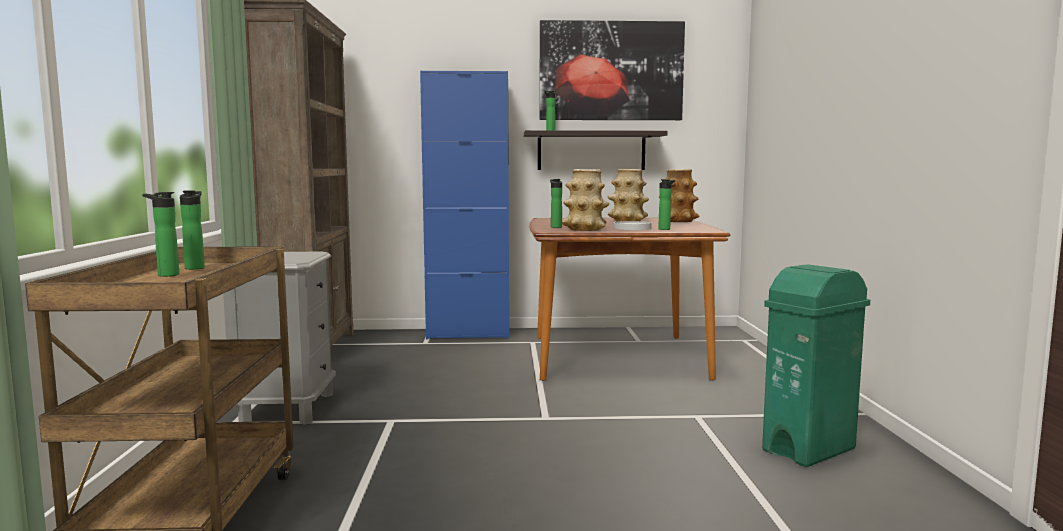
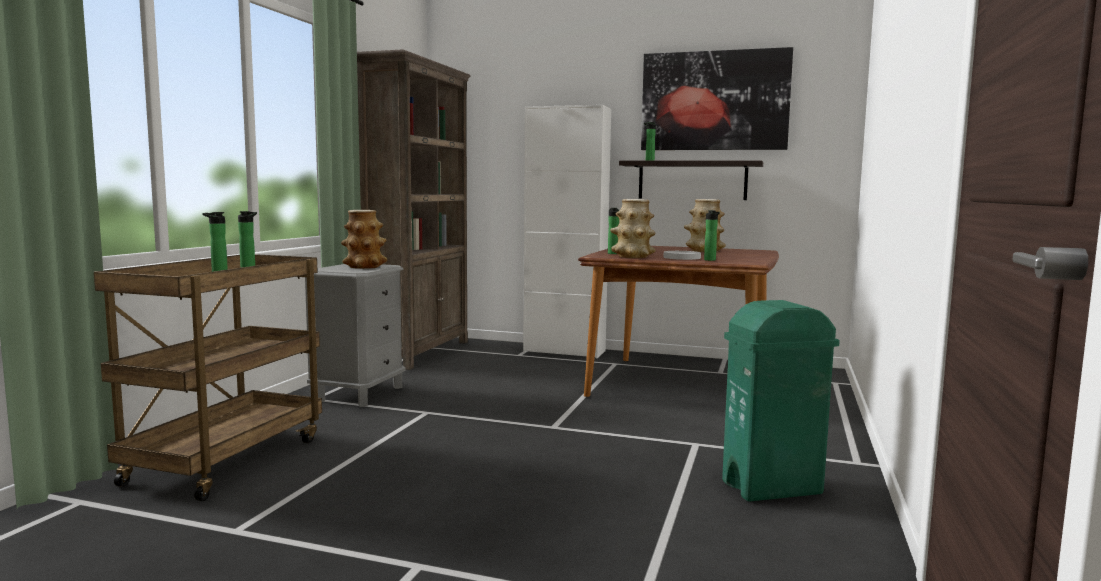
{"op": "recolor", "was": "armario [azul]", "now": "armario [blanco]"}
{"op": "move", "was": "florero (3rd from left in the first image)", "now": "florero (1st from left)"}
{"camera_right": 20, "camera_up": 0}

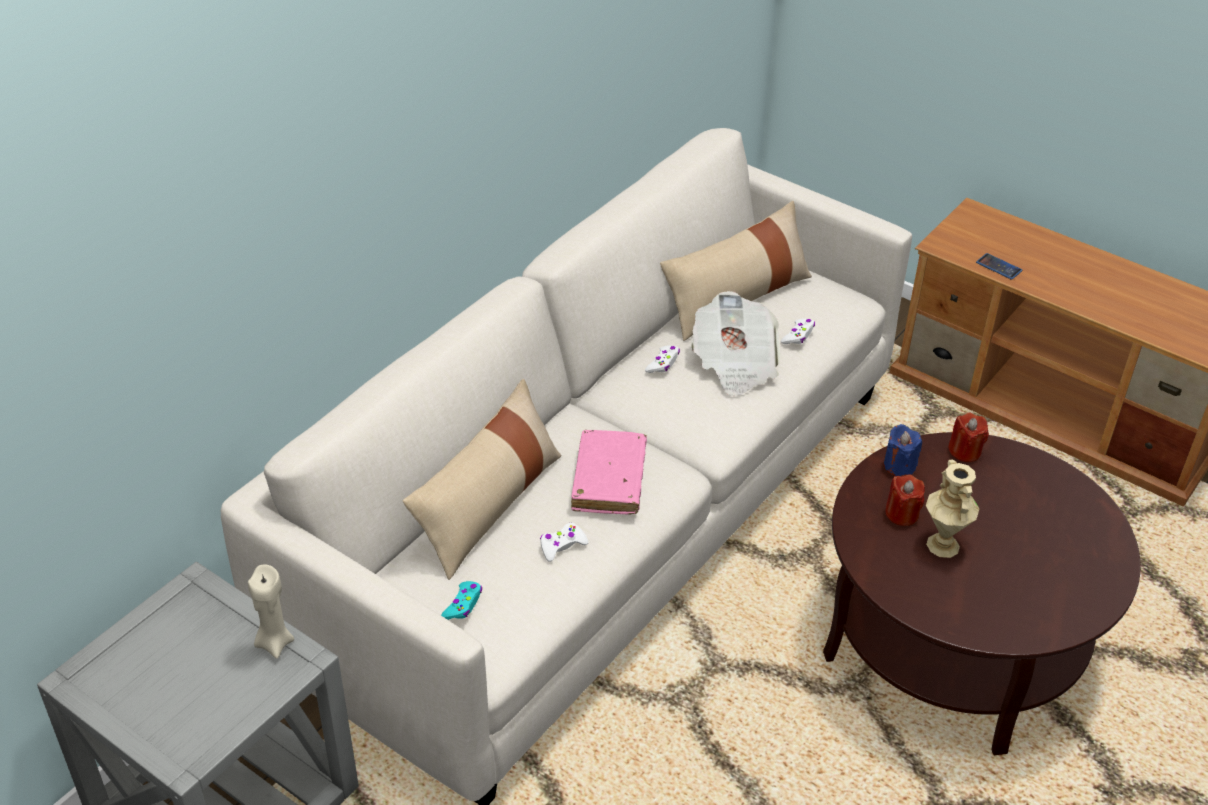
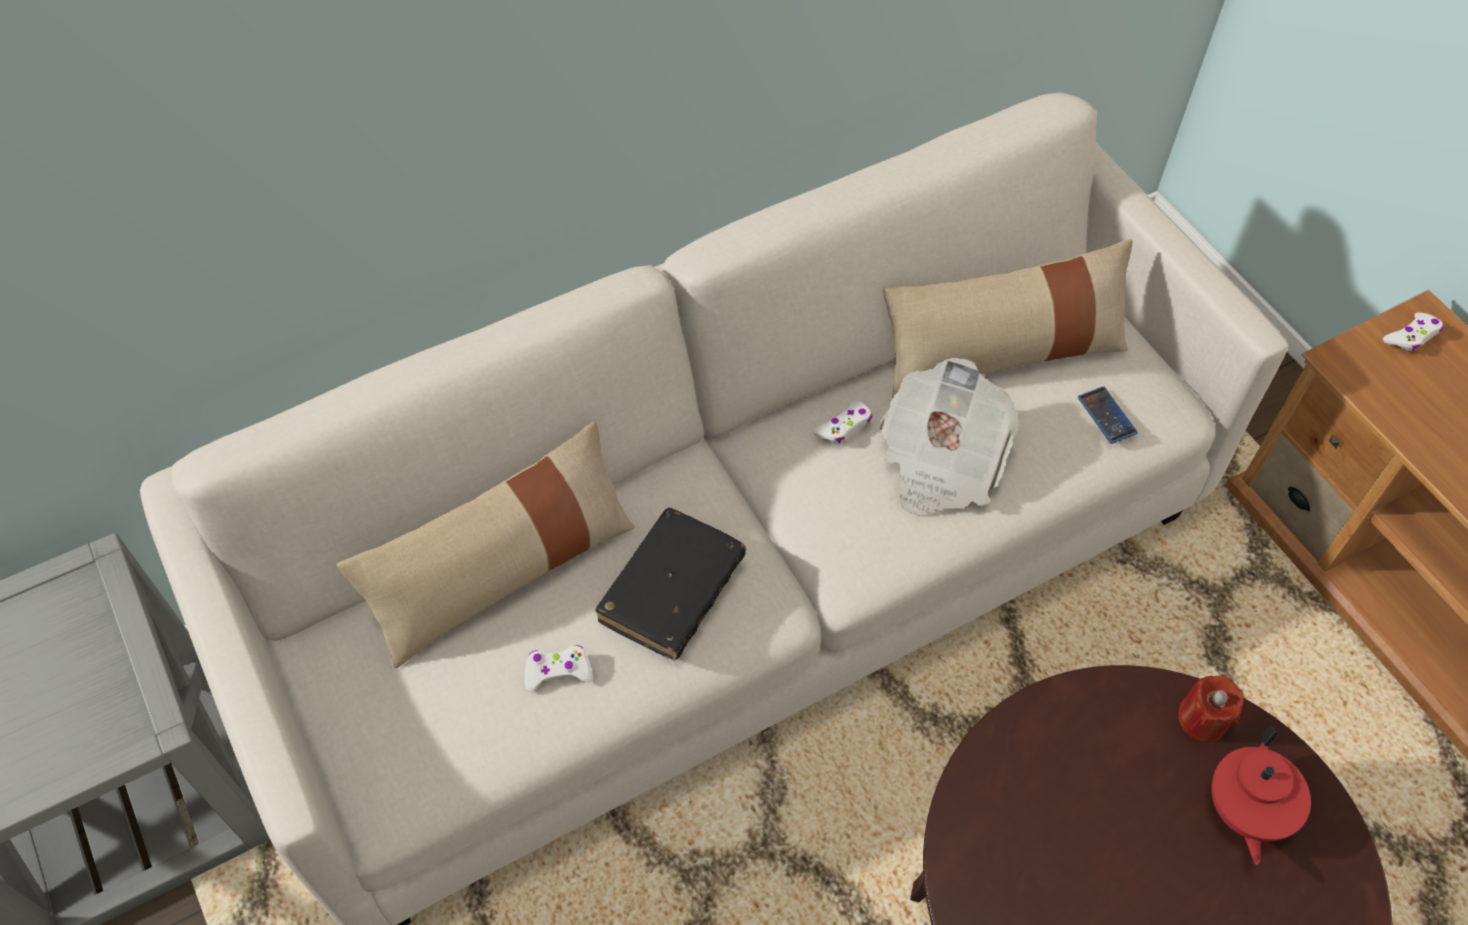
{"op": "delete", "was": "vela [beis]"}
{"op": "delete", "was": "mando de consola [turquesa]"}
{"op": "recolor", "was": "libro [rosa]", "now": "libro [negro]"}
{"op": "move", "was": "mando de consola [blanco] (3rd from left)"}
{"op": "delete", "was": "vela [azul]"}
{"op": "delete", "was": "vela [rojo] (1st from left)"}
{"op": "delete", "was": "florero [beis]"}
{"op": "move", "was": "móvil"}
{"op": "insert", "now": "tetera [rojo]"}
{"camera_right": 25, "camera_up": 15}

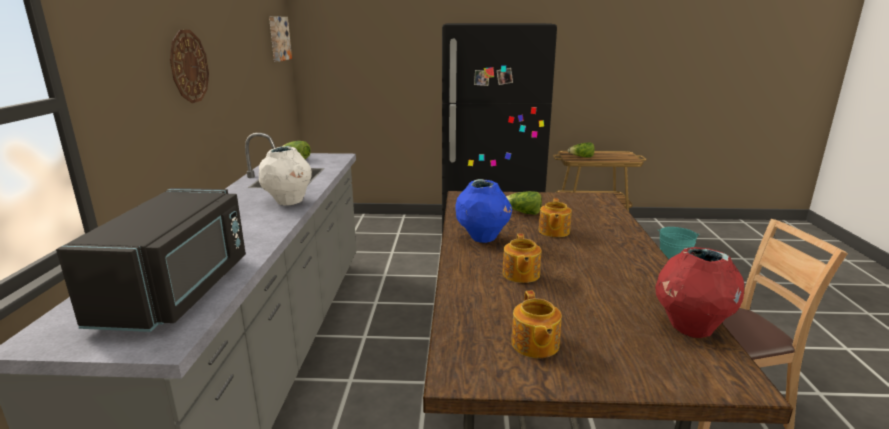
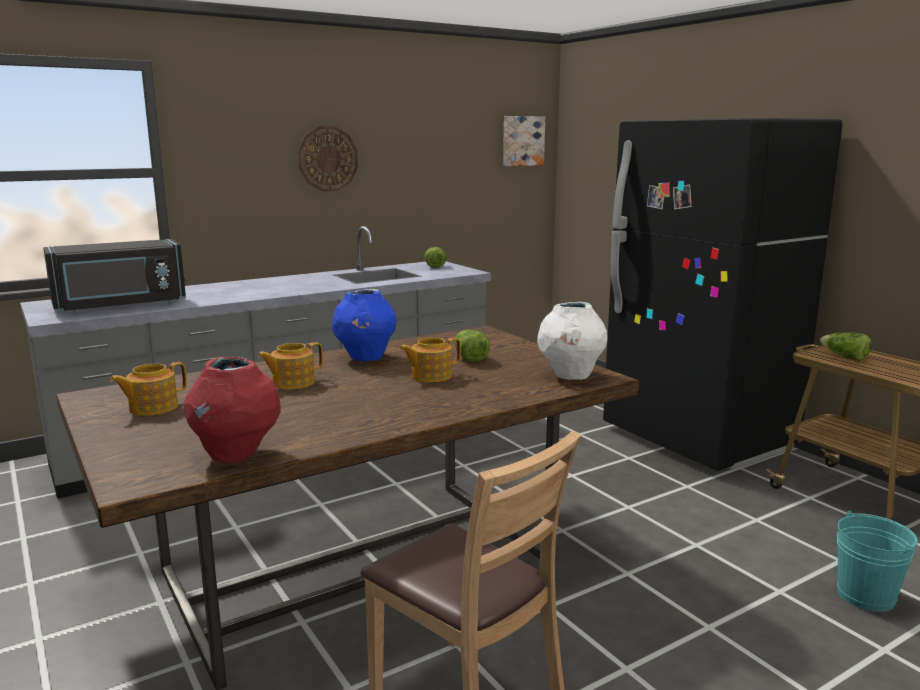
{"op": "move", "was": "florero [blanco]"}
{"camera_right": 55, "camera_up": -5}

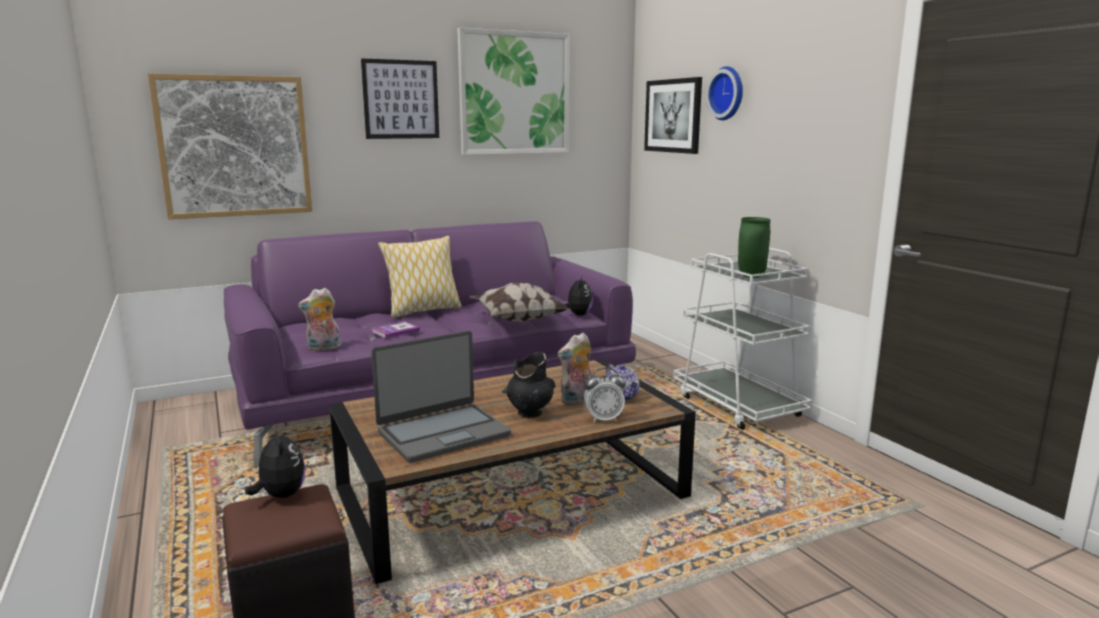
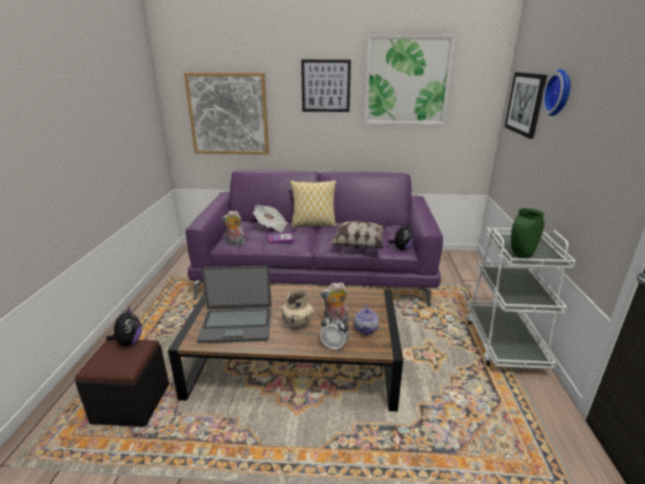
{"op": "recolor", "was": "florero [negro]", "now": "florero [beis]"}
{"op": "insert", "now": "periódico"}
{"camera_right": 30, "camera_up": 10}

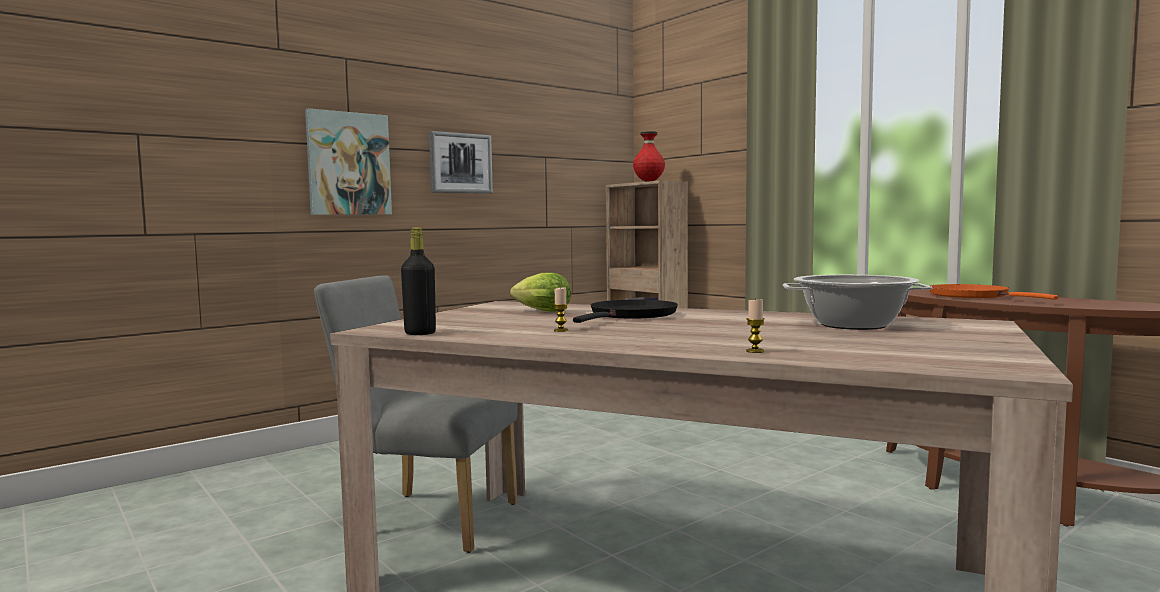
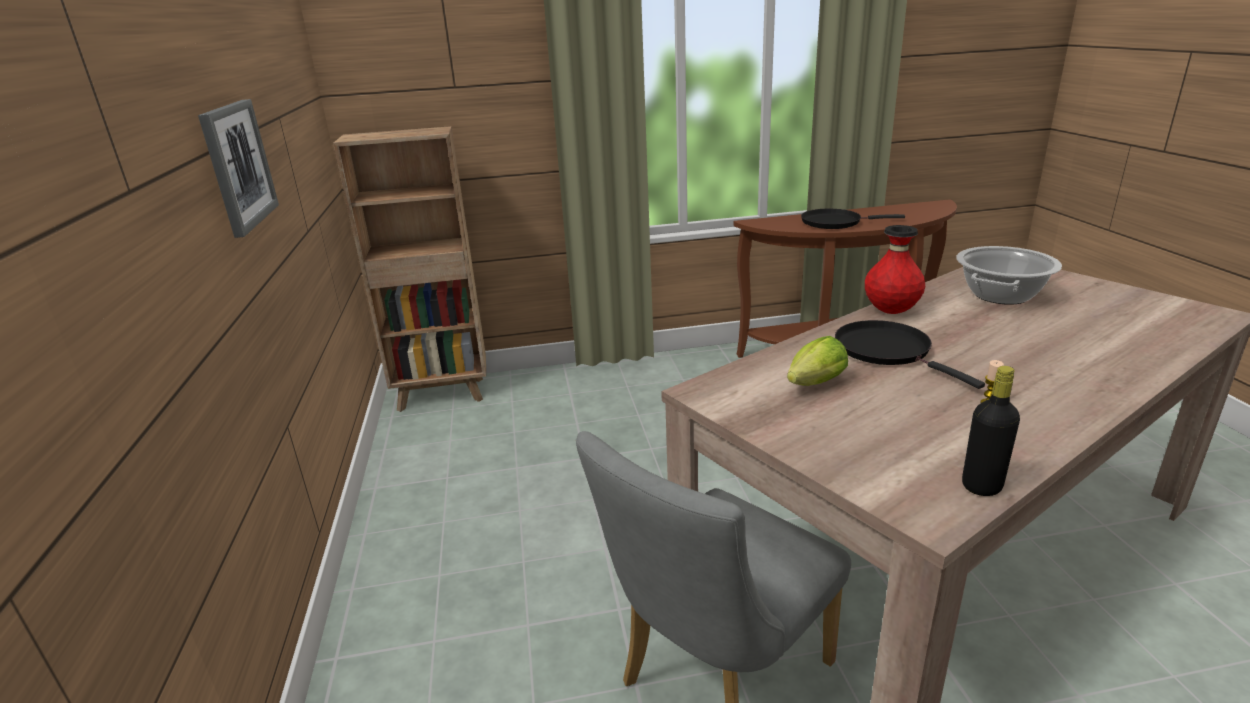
{"op": "delete", "was": "cuadro (1st from left)"}
{"op": "move", "was": "florero [rojo]"}
{"op": "delete", "was": "vela (2nd from left)"}
{"op": "recolor", "was": "sartén [naranja]", "now": "sartén [negro] (1st from left)"}
{"camera_right": -60, "camera_up": 20}

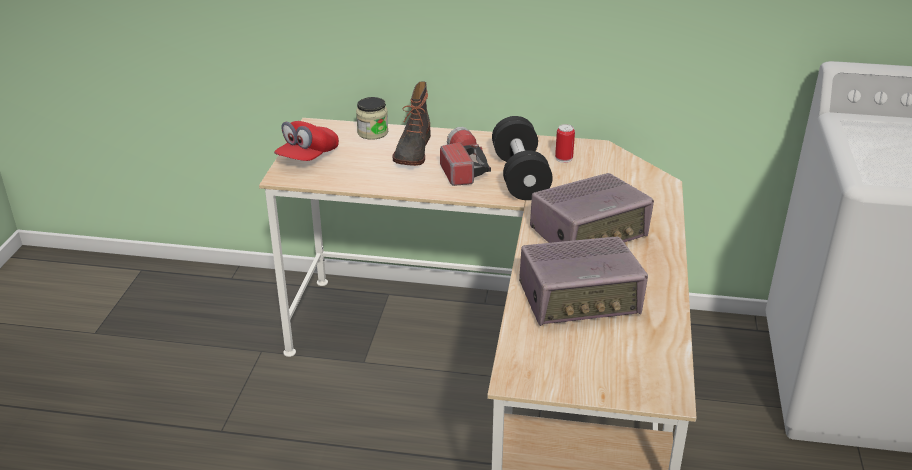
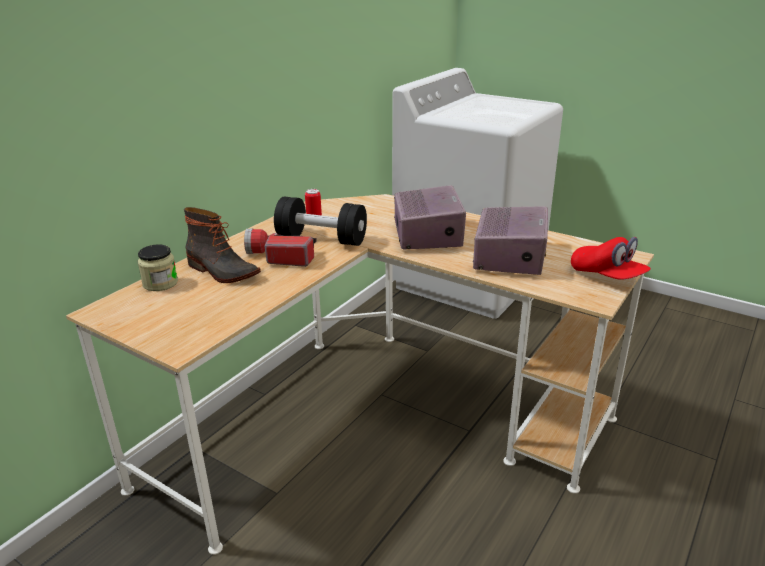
{"op": "move", "was": "gorra [rojo]"}
{"camera_right": -65, "camera_up": -5}

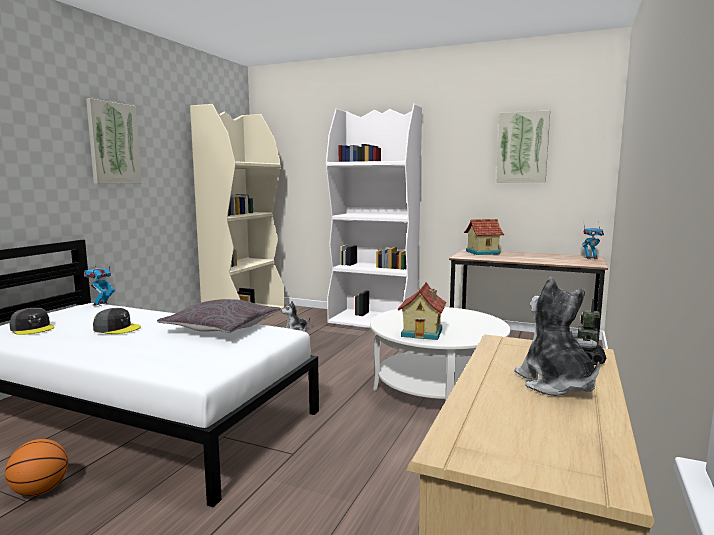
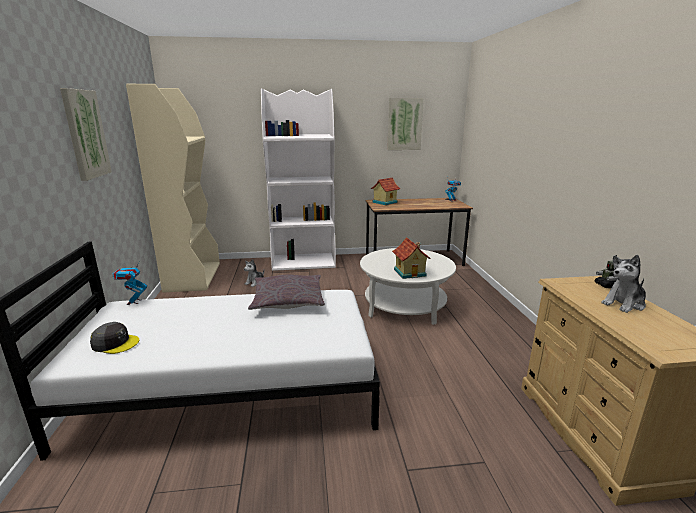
{"op": "delete", "was": "balón de baloncesto"}
{"op": "delete", "was": "gorra [gris] (2nd from left)"}
{"op": "rotate", "was": "peluche (2nd from left)", "clockwise": -75}
{"camera_right": -30, "camera_up": 10}

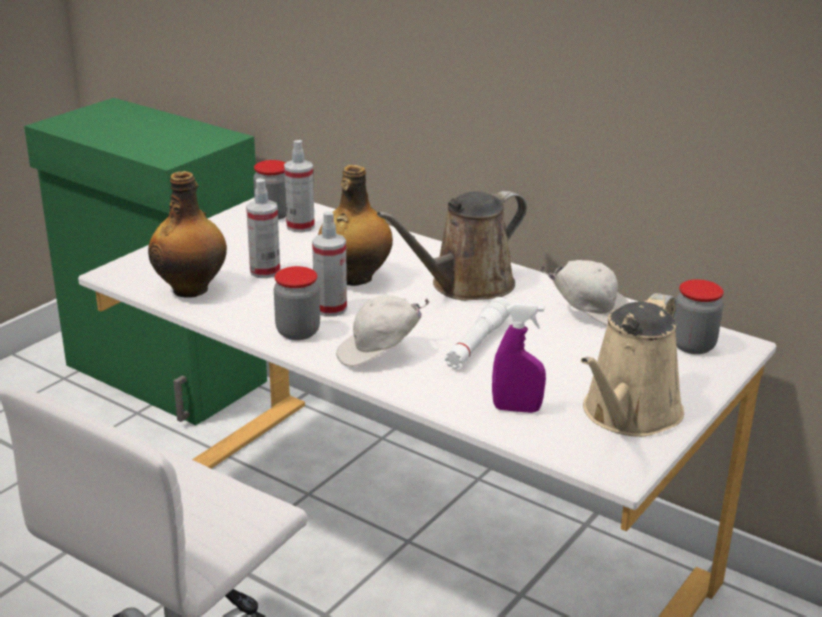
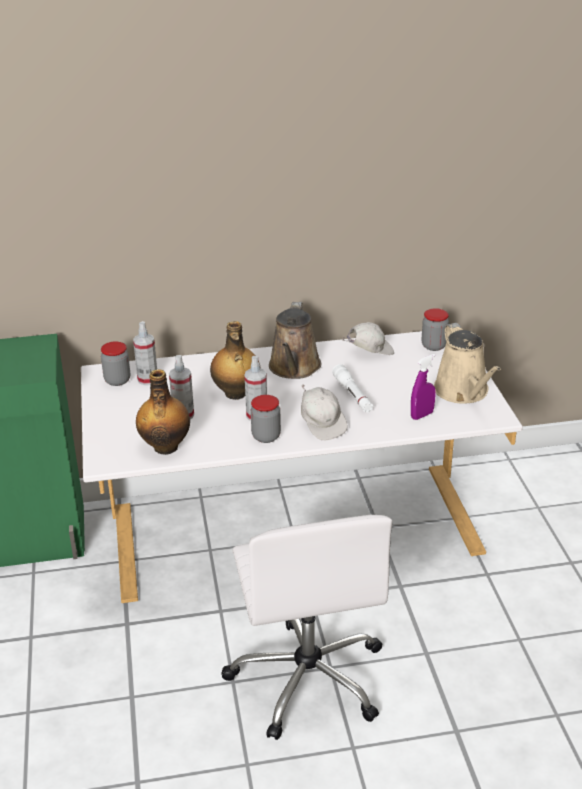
{"op": "rotate", "was": "gorra [blanco] (1st from left)", "clockwise": -45}
{"camera_right": -45, "camera_up": 5}

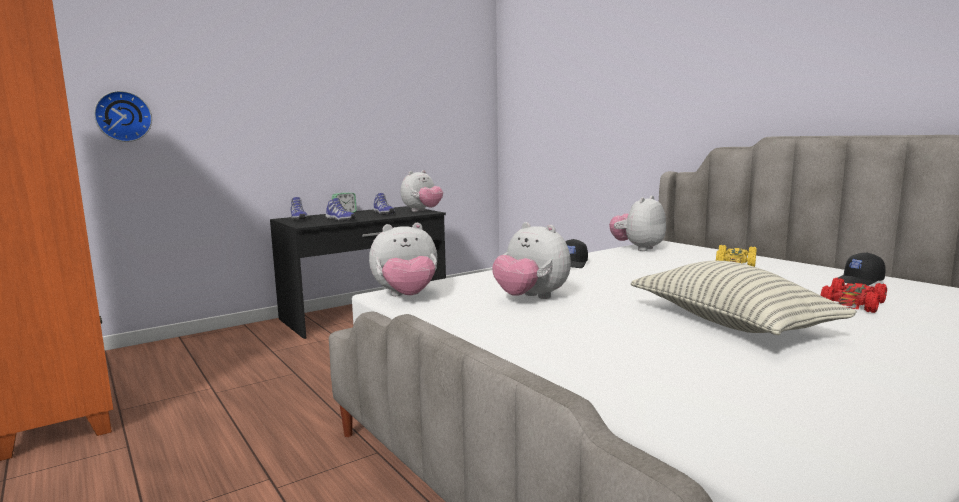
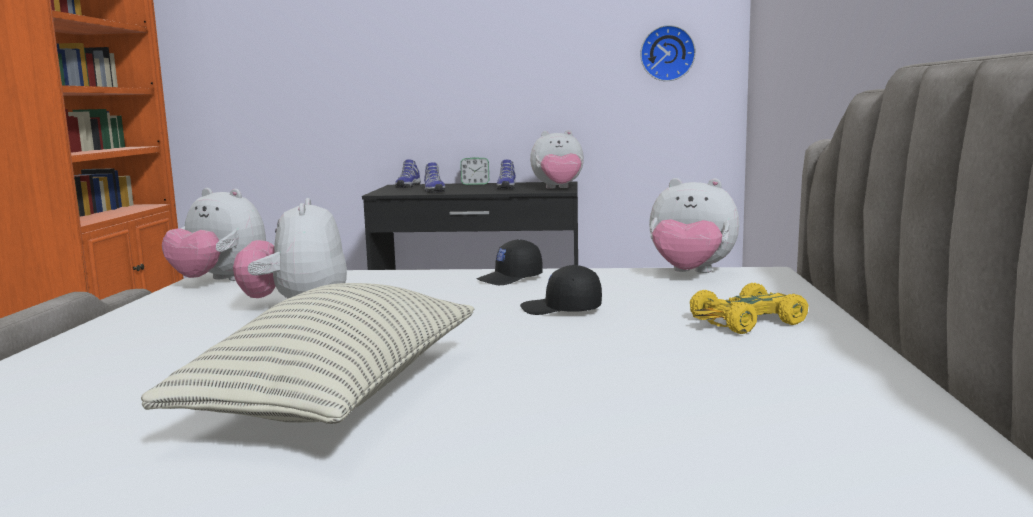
{"op": "move", "was": "reloj de pared"}
{"op": "rotate", "was": "peluche (4th from left)", "clockwise": -150}
{"op": "delete", "was": "coche de juguete [rojo]"}
{"op": "move", "was": "gorra [negro] (2nd from left)"}
{"camera_right": 40, "camera_up": 0}

